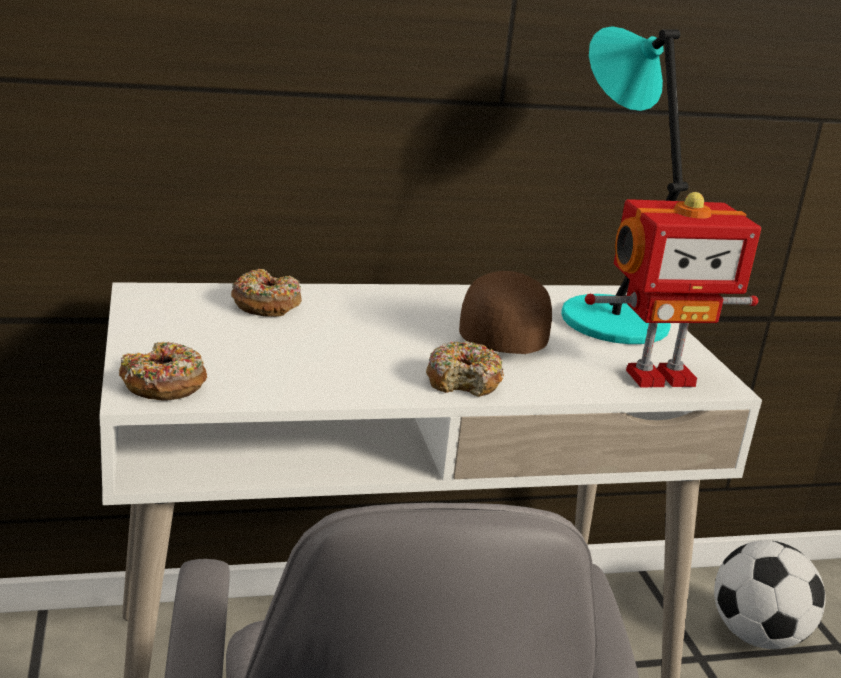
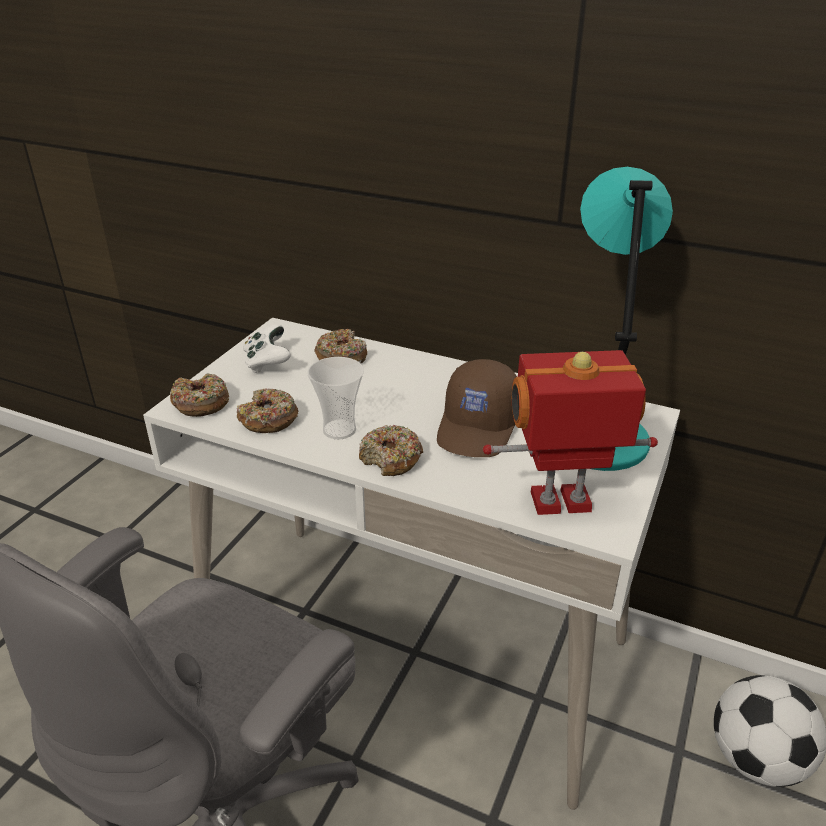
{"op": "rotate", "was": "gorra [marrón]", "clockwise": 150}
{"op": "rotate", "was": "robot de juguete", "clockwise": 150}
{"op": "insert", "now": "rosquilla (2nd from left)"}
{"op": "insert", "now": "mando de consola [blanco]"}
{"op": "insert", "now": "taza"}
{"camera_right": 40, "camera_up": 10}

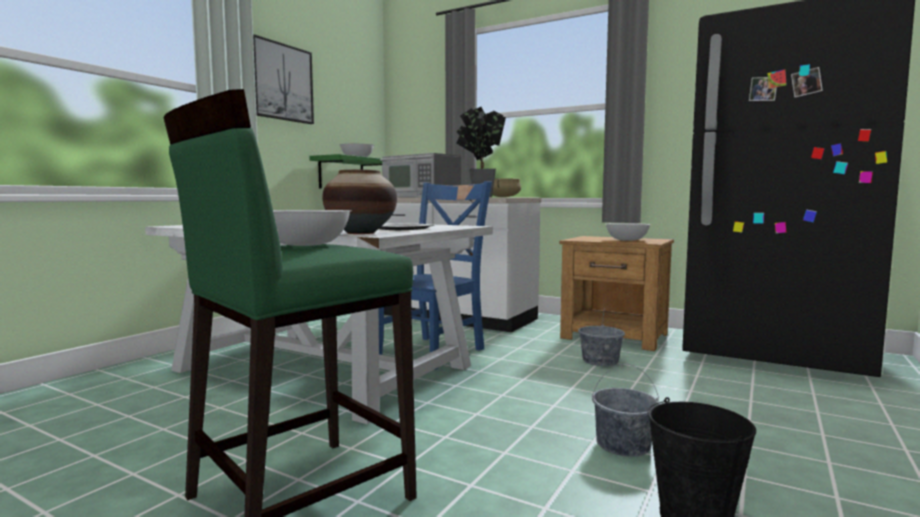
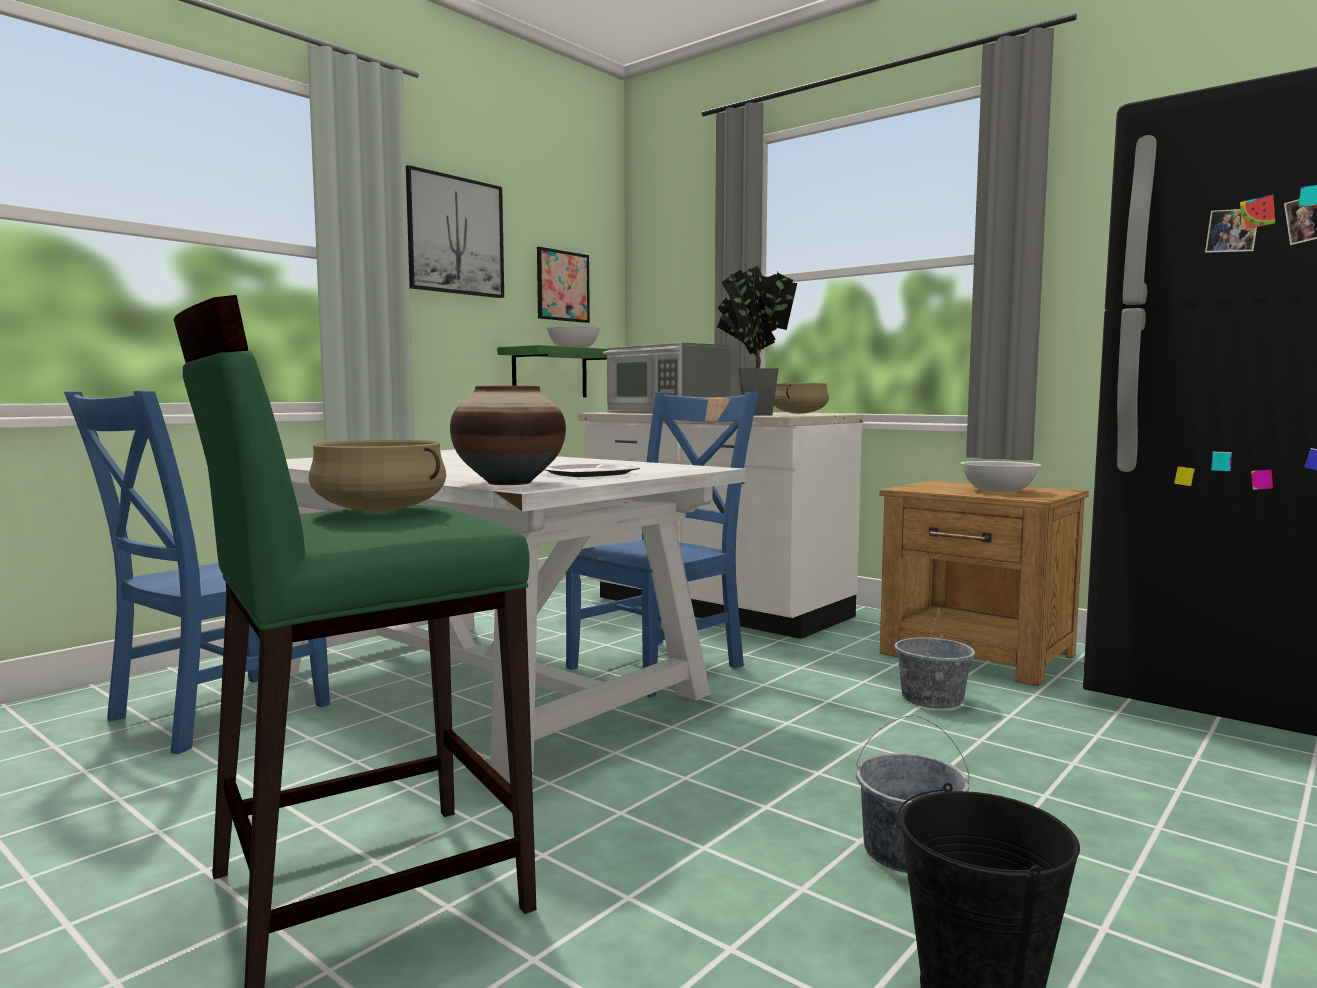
{"op": "replace", "was": "cuenco [blanco] (1st from left)", "now": "olla [beis] (1st from left)"}
{"op": "insert", "now": "silla [azul] (1st from left)"}
{"op": "insert", "now": "cuadro (2nd from left)"}
{"camera_right": 10, "camera_up": 0}

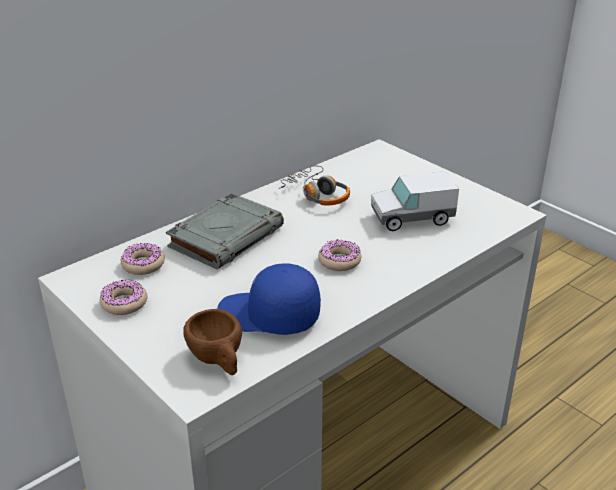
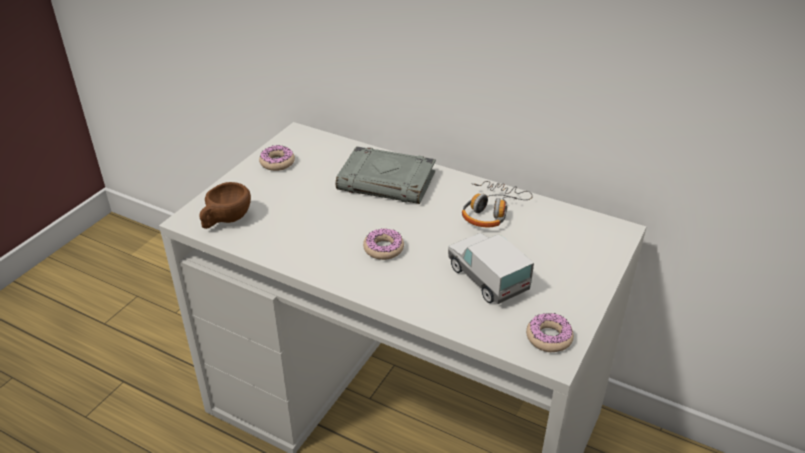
{"op": "move", "was": "rosquilla (2nd from left in the first image)", "now": "rosquilla (3rd from left)"}
{"op": "delete", "was": "gorra [azul]"}
{"camera_right": 70, "camera_up": 5}

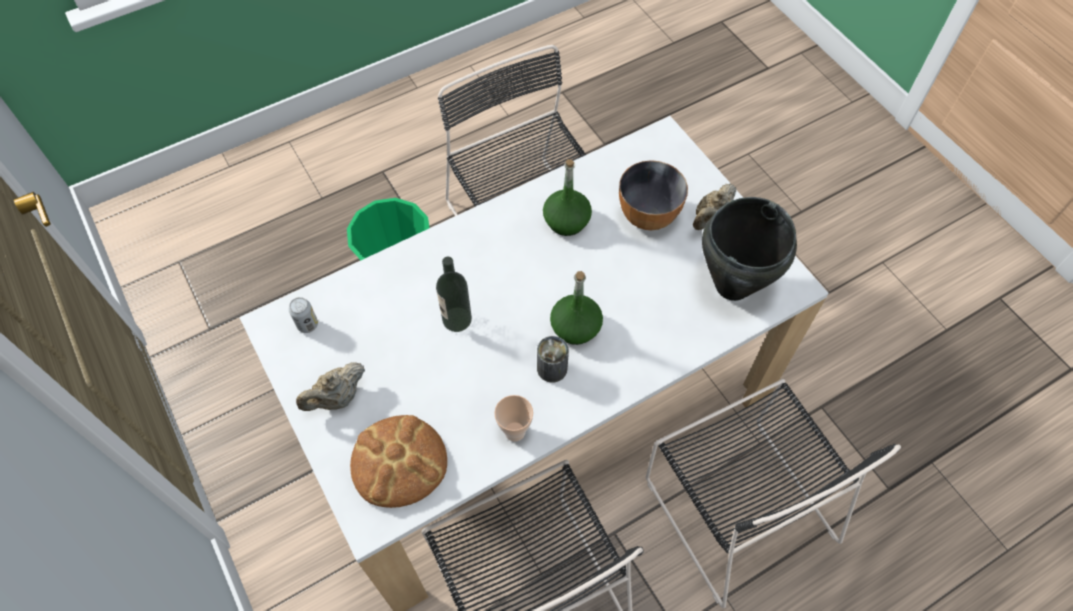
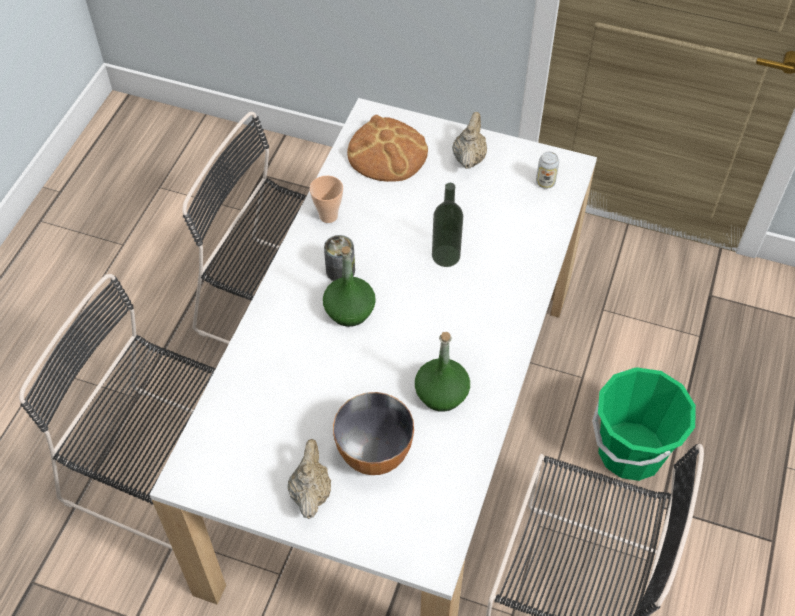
{"op": "delete", "was": "olla [negro]"}
{"camera_right": 140, "camera_up": -5}

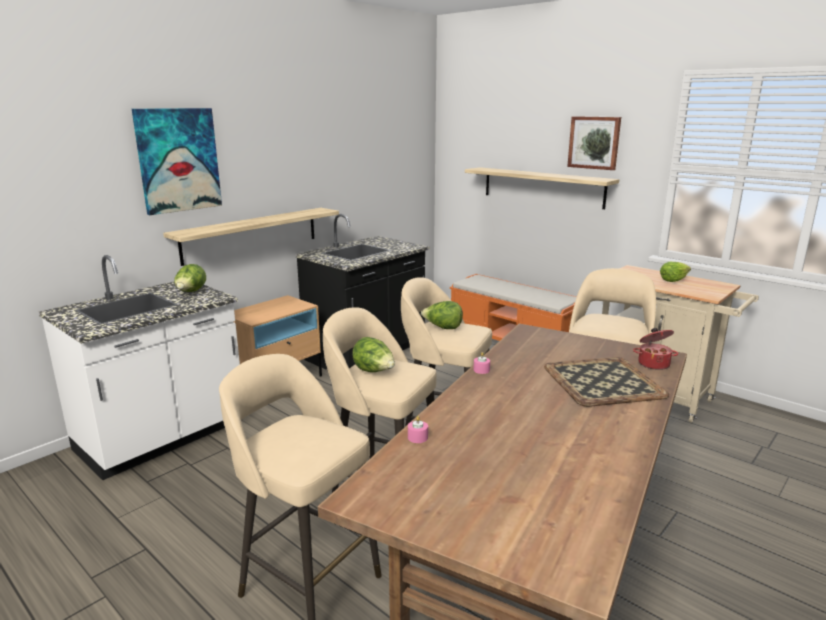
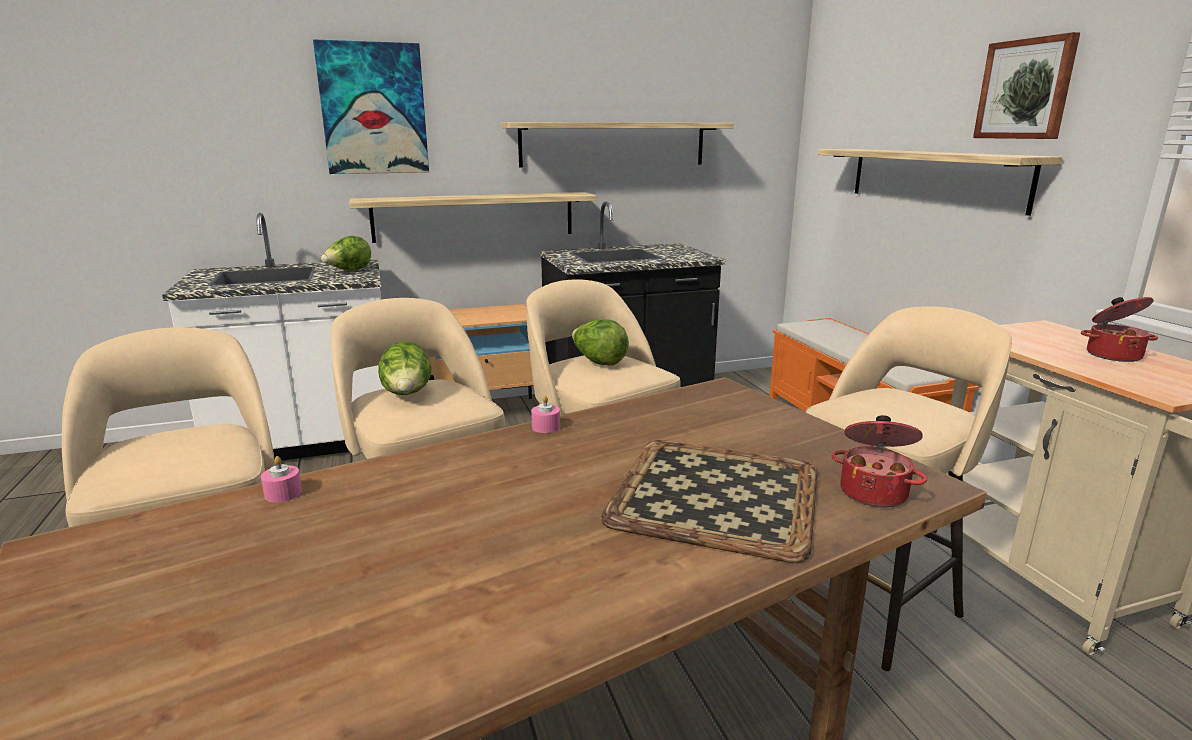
{"op": "replace", "was": "lechuga (4th from left)", "now": "olla (2nd from left)"}
{"op": "insert", "now": "estante (2nd from left)"}
{"camera_right": 30, "camera_up": 0}

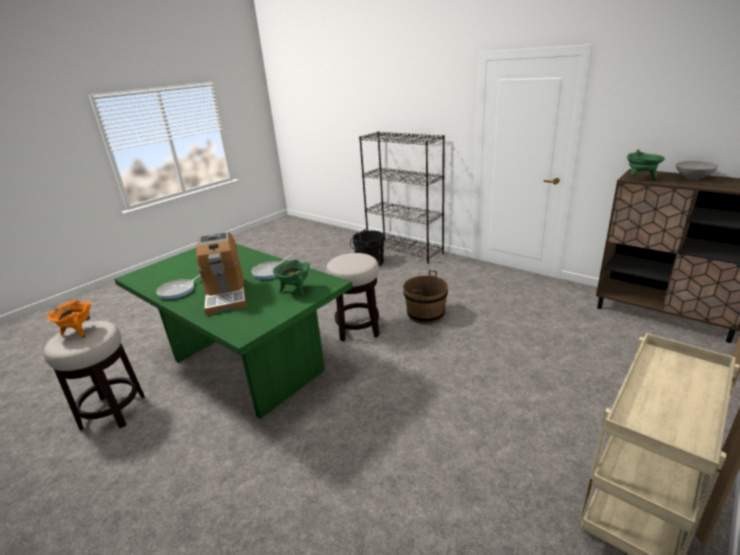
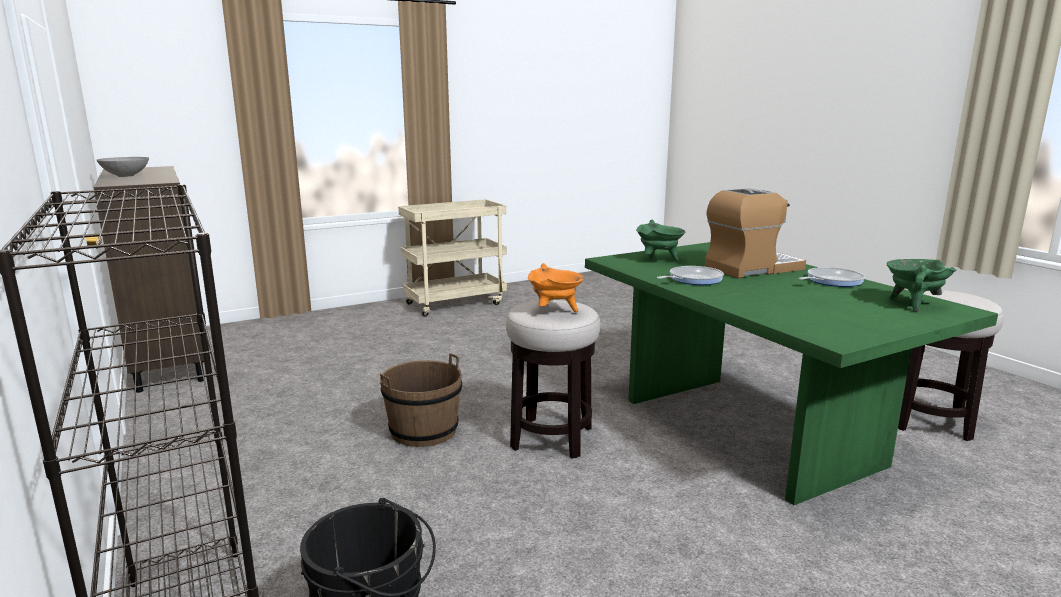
{"op": "move", "was": "olla [naranja]"}
{"op": "rotate", "was": "cafetera", "clockwise": 60}
{"op": "move", "was": "olla [verde] (2nd from left)"}
{"camera_right": -160, "camera_up": -10}

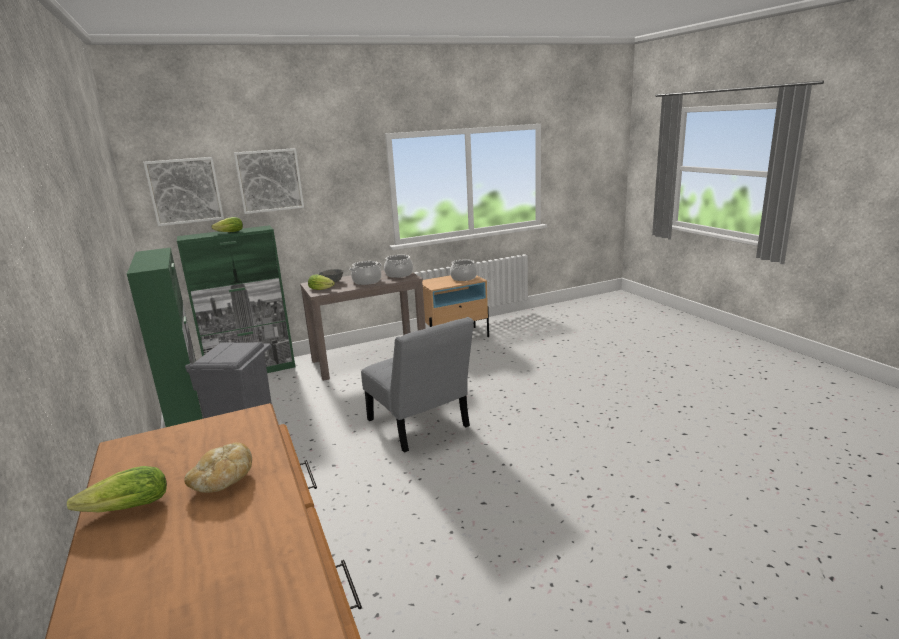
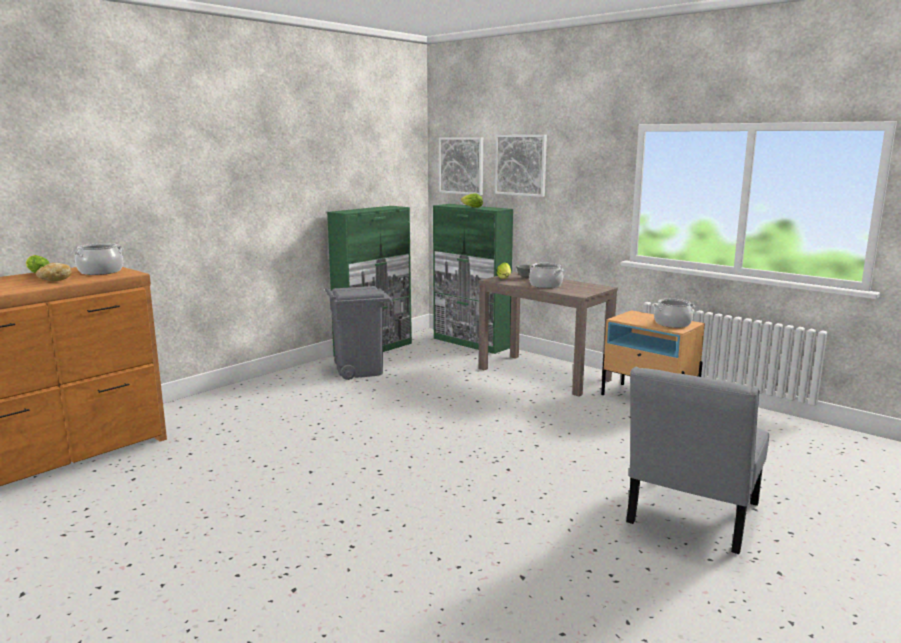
{"op": "move", "was": "silla [gris]"}
{"op": "move", "was": "olla (2nd from left in the first image)", "now": "olla (1st from left)"}
{"camera_right": 65, "camera_up": -5}

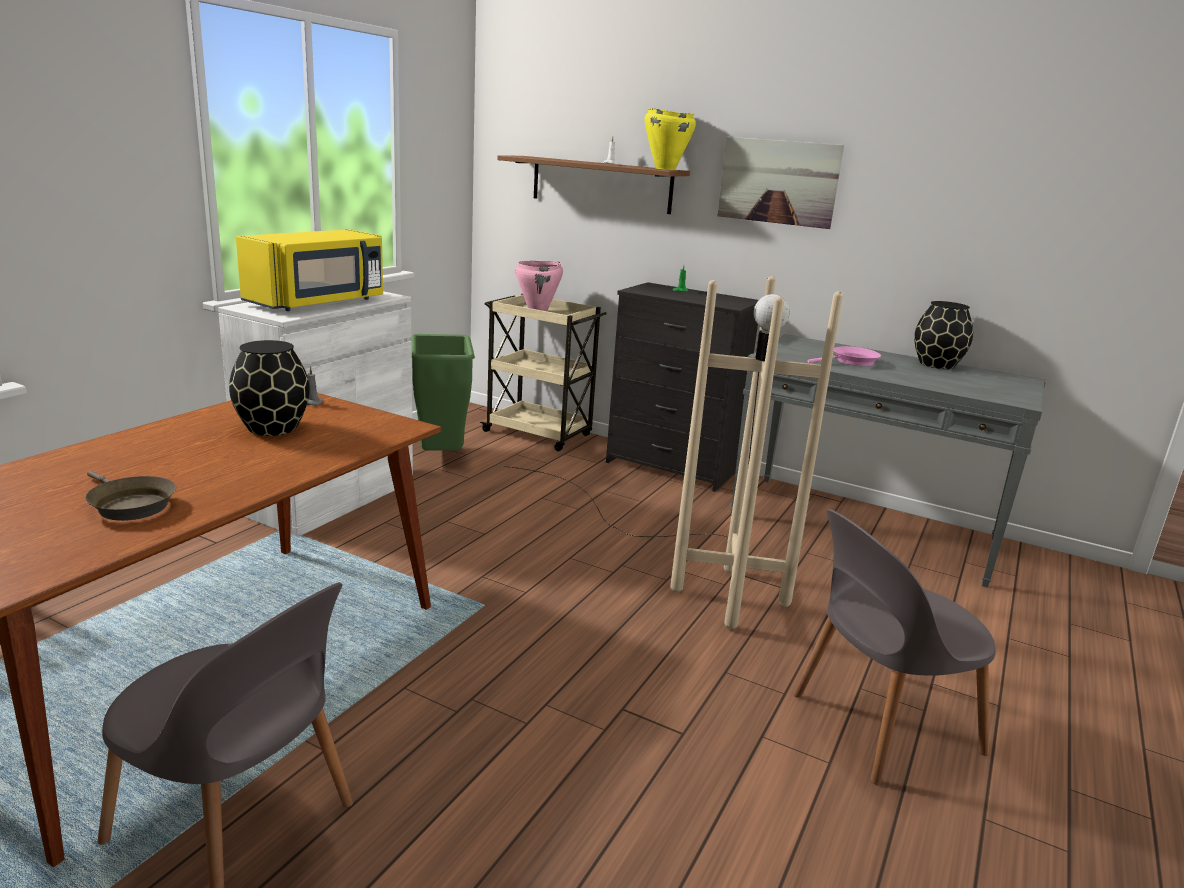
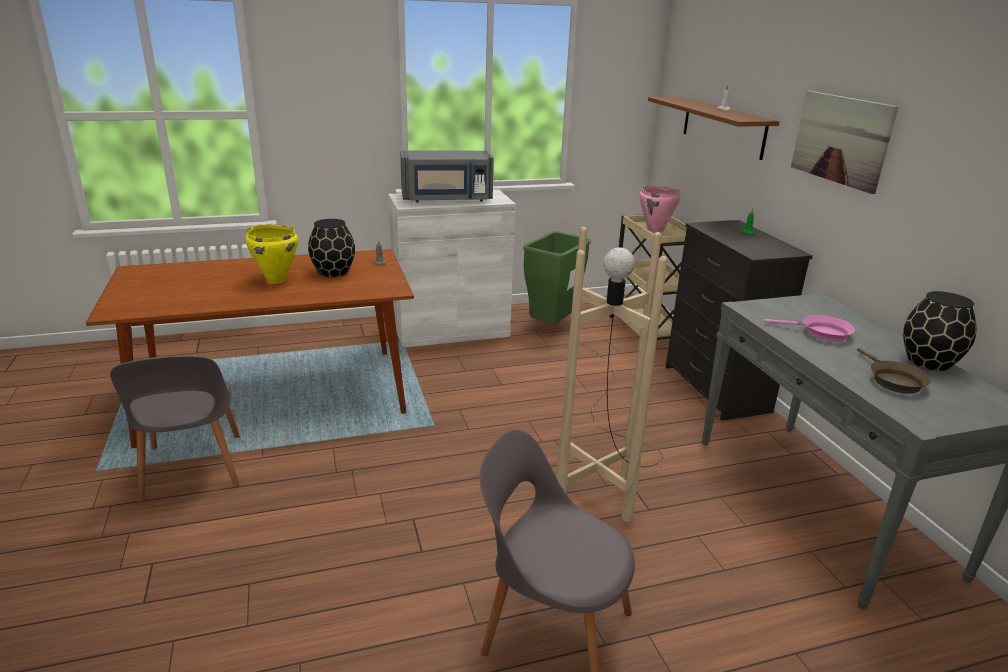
{"op": "move", "was": "sartén [marrón]"}
{"op": "recolor", "was": "microondas [amarillo]", "now": "microondas [gris]"}
{"op": "move", "was": "olla [amarillo]"}
{"camera_right": 45, "camera_up": 5}

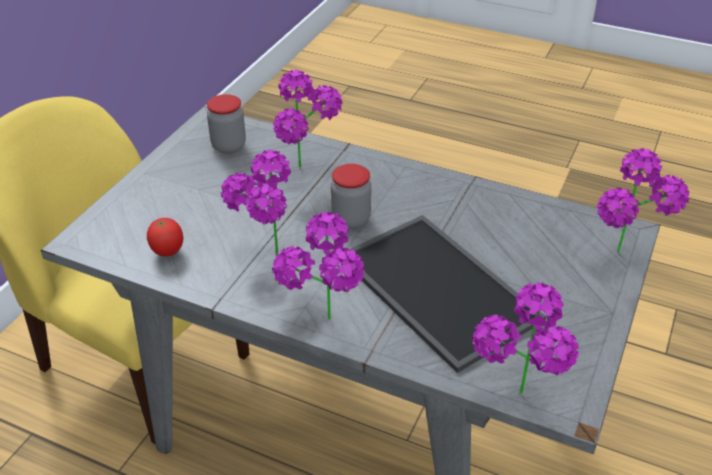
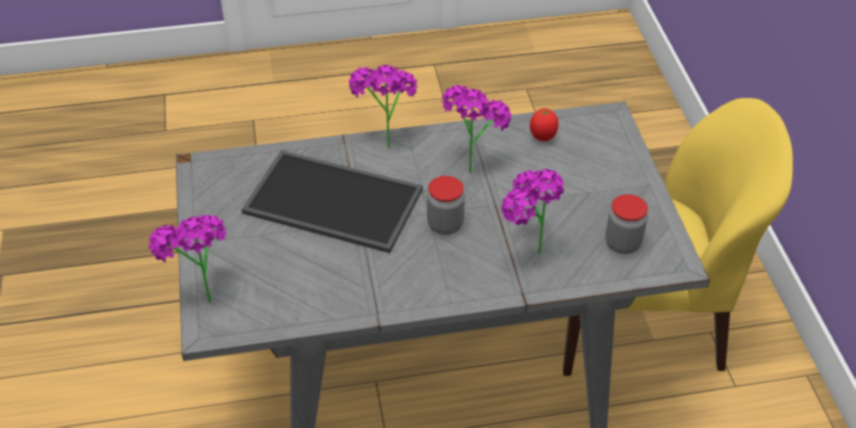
{"op": "delete", "was": "planta en maceta (4th from left)"}
{"camera_right": 145, "camera_up": 5}

